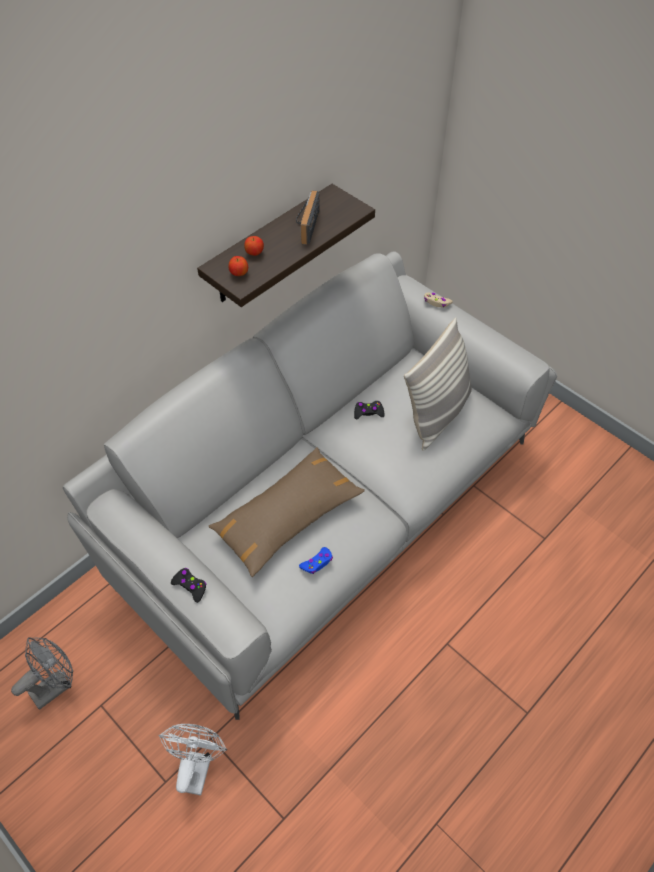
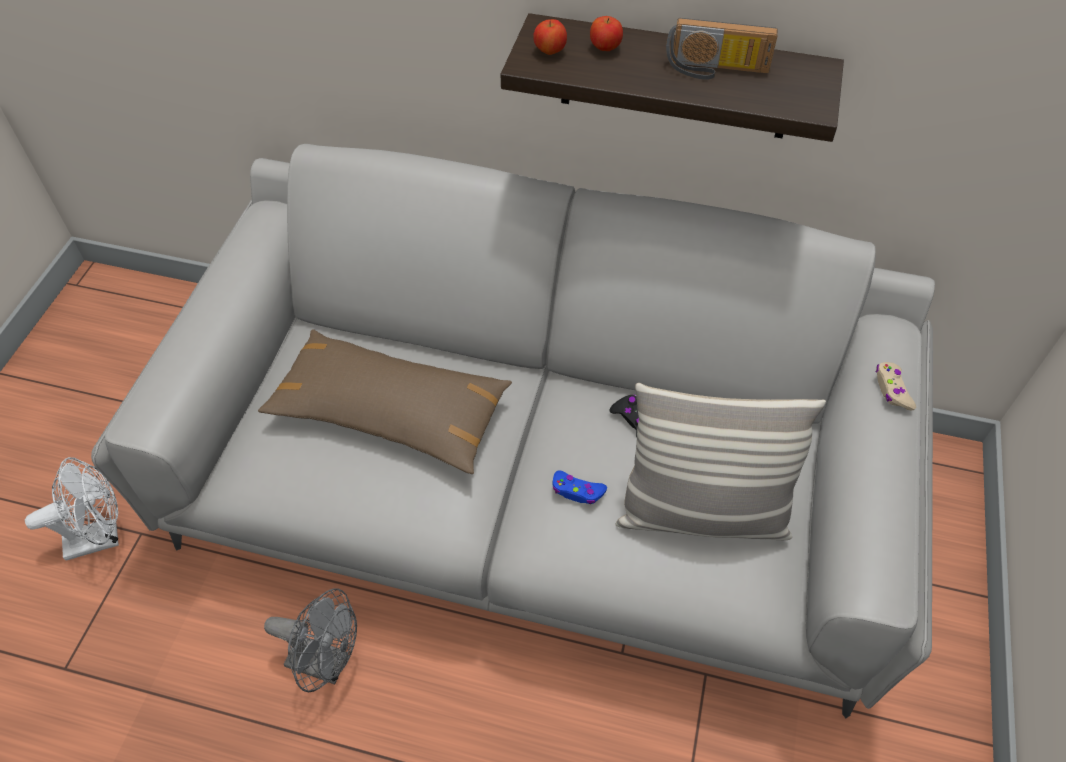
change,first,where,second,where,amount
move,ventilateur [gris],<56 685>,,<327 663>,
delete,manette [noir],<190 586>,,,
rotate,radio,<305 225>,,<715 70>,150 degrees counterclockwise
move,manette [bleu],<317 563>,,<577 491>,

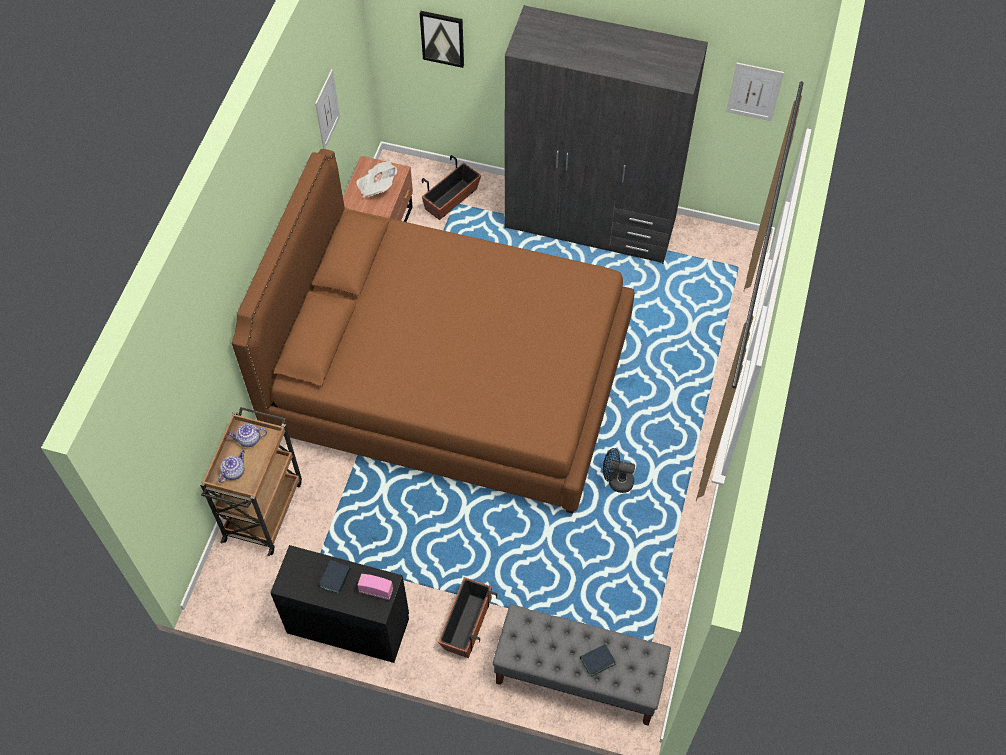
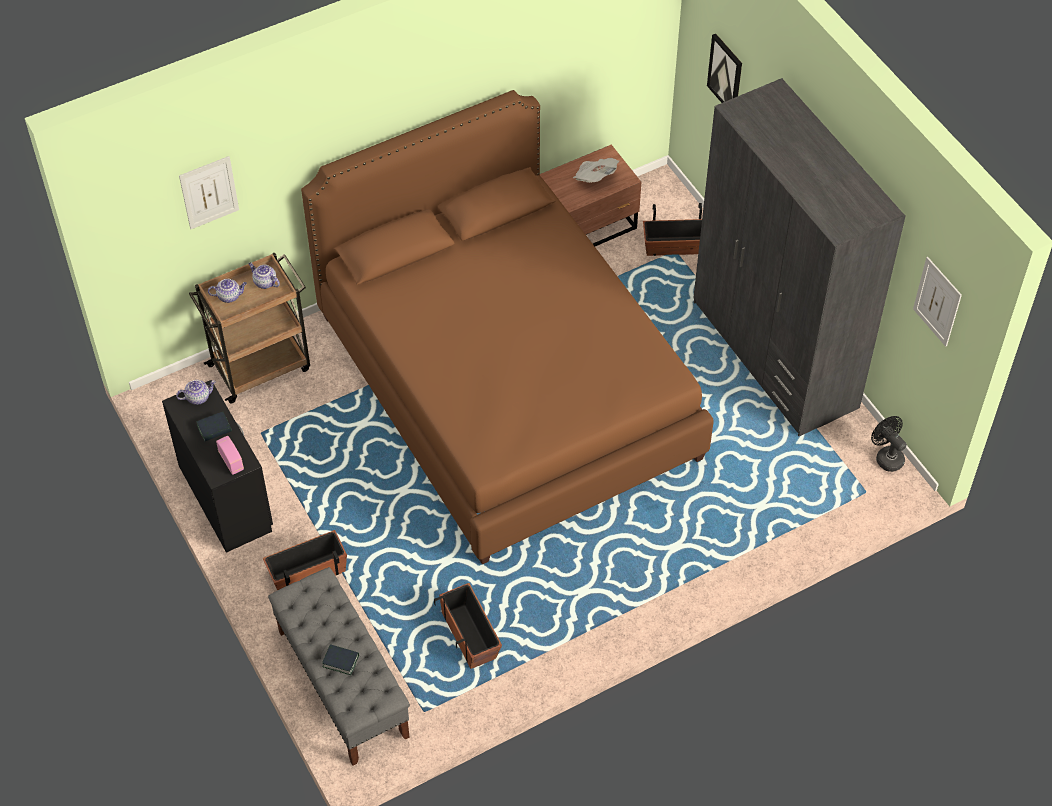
change,first,where,second,where,amount
move,tableau,<327 110>,,<209 192>,
move,ventilateur [noir],<616 481>,,<886 457>,
insert,,,théière,<198 397>,
insert,,,cache-pot,<469 635>,

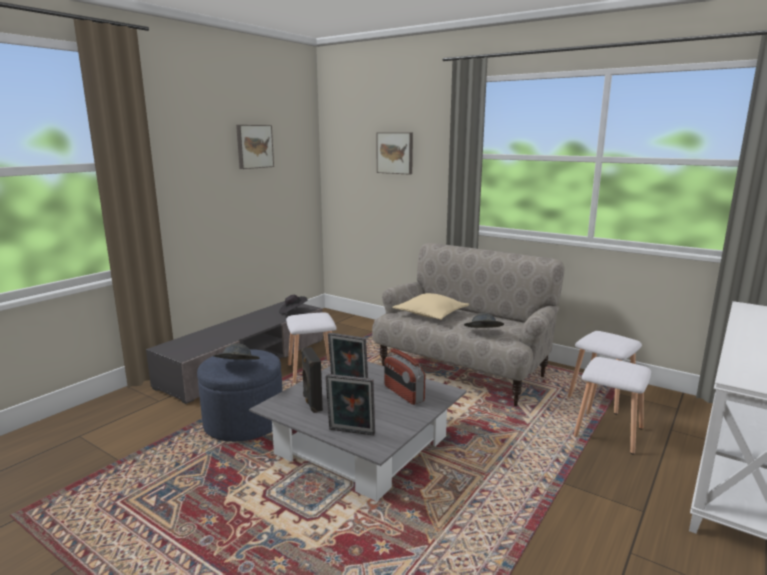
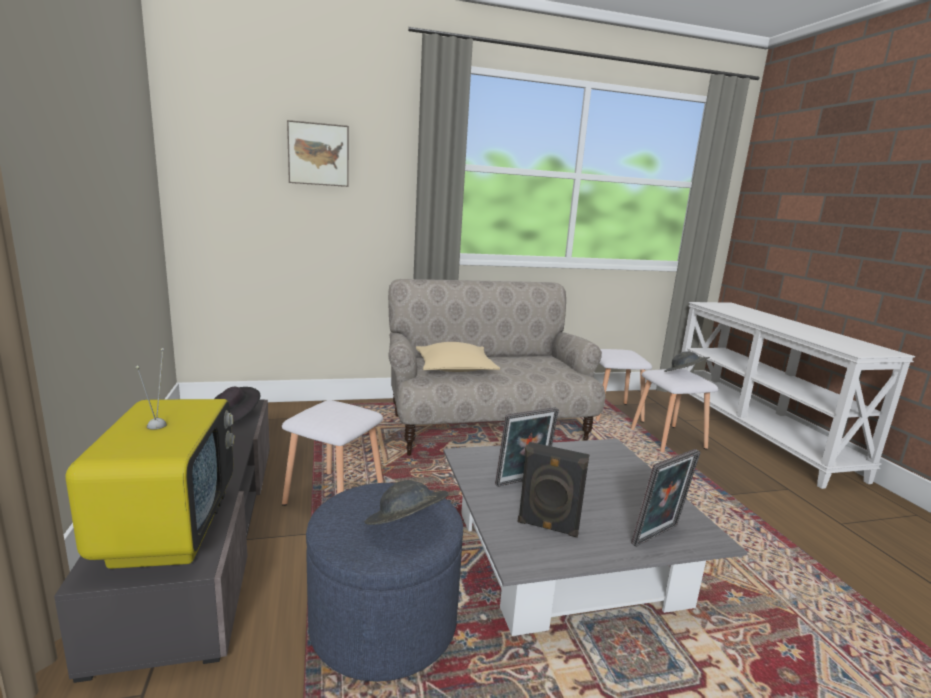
change,first,where,second,where,amount
delete,tableau,<254 146>,,,
delete,radio,<403 394>,,,
move,chapeau [gris],<483 333>,,<684 375>,
insert,,,téléviseur,<169 529>,

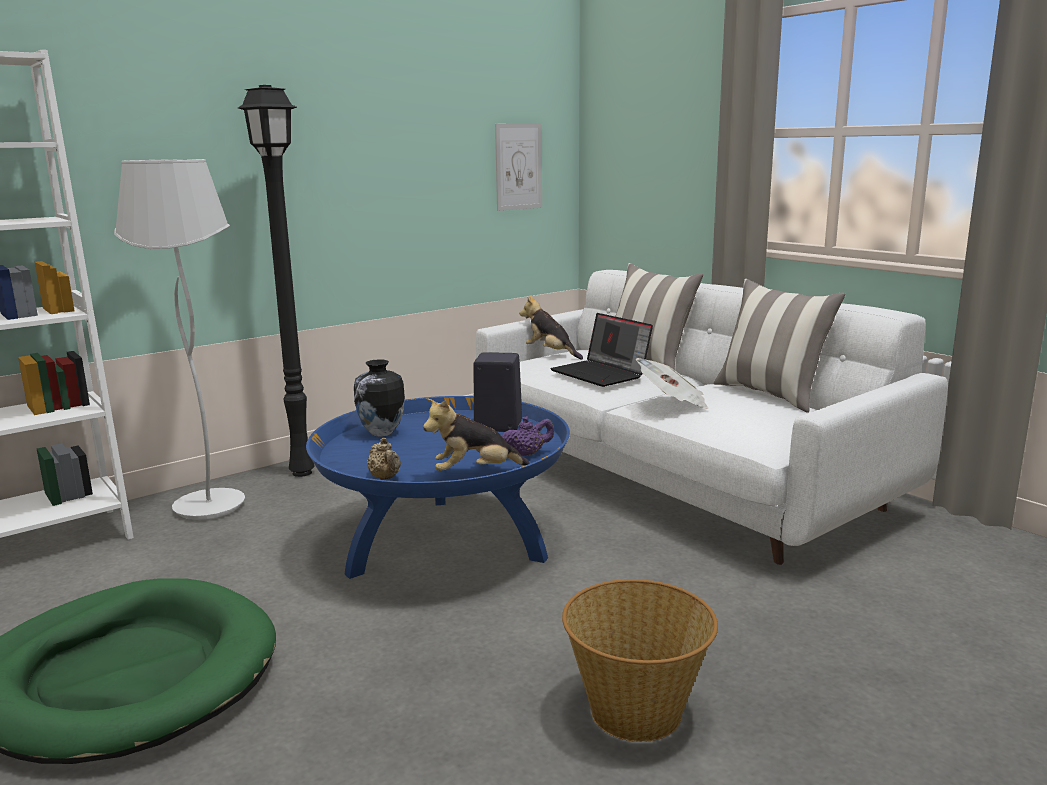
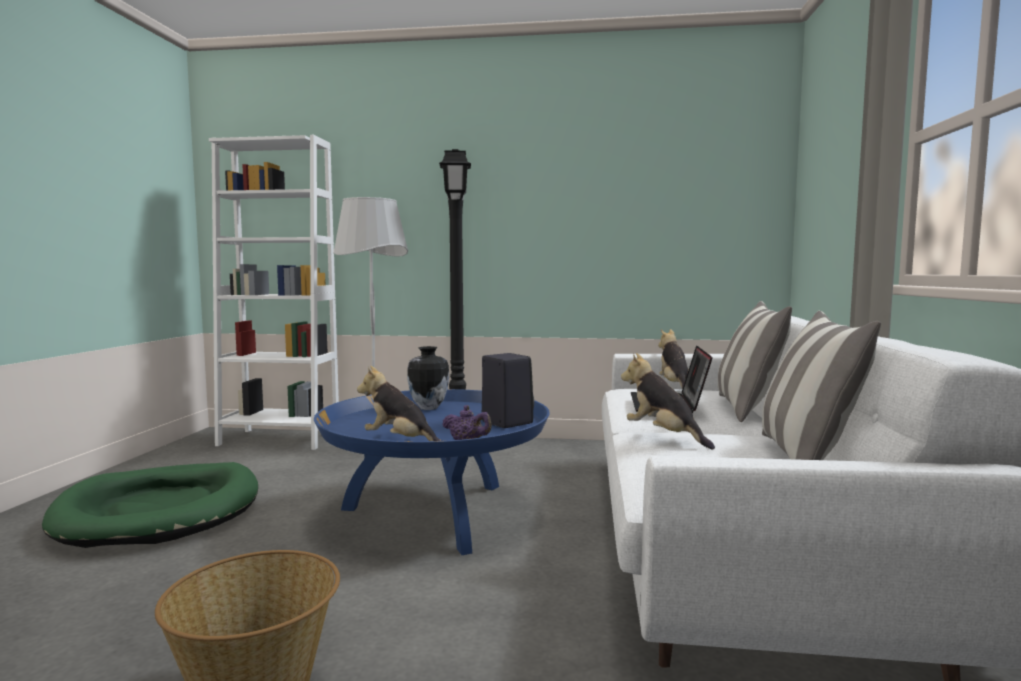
change,first,where,second,where,amount
delete,théière [beige],<385 478>,,,
delete,tableau,<518 166>,,,
replace,journal,<673 402>,peluche,<664 436>,

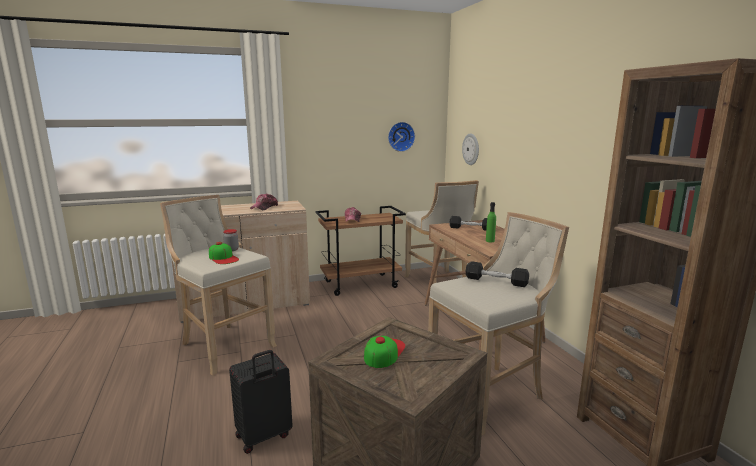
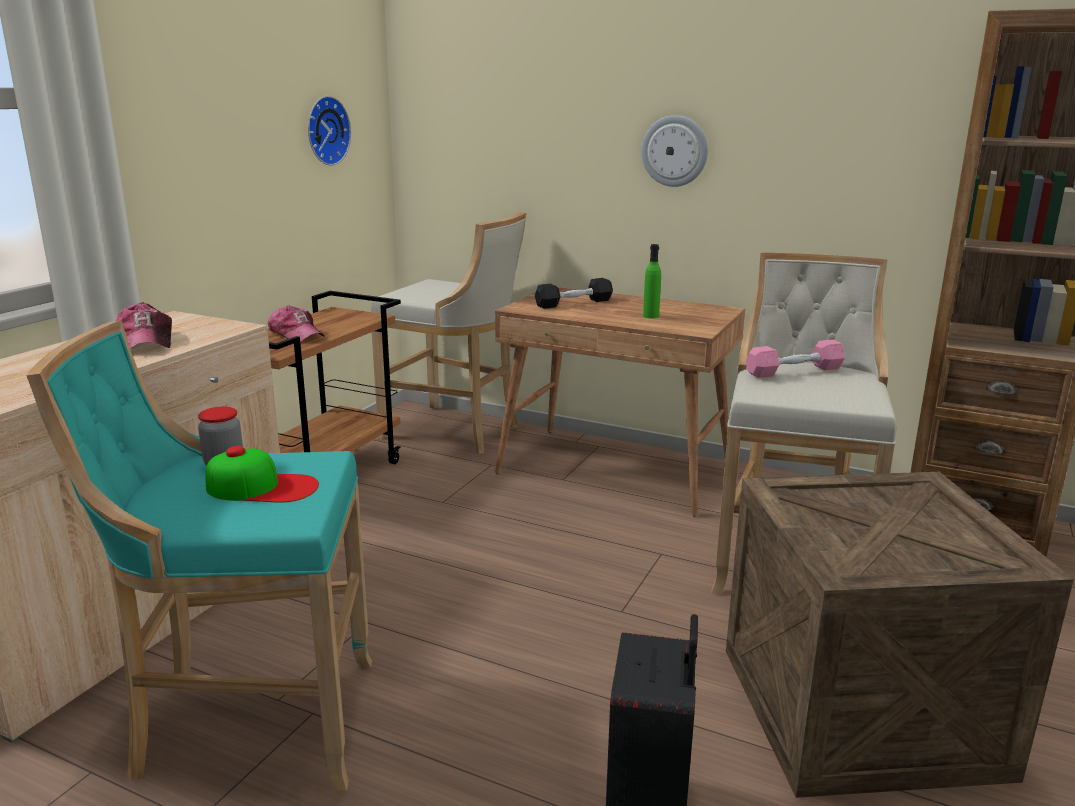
change,first,where,second,where,amount
recolor,tabouret [beige],<224 345>,tabouret [turquoise],<250 723>,
delete,casquette,<384 352>,,,
move,horloge murale,<471 149>,,<675 151>,
recolor,haltère [noir],<496 281>,haltère [rose],<794 371>,

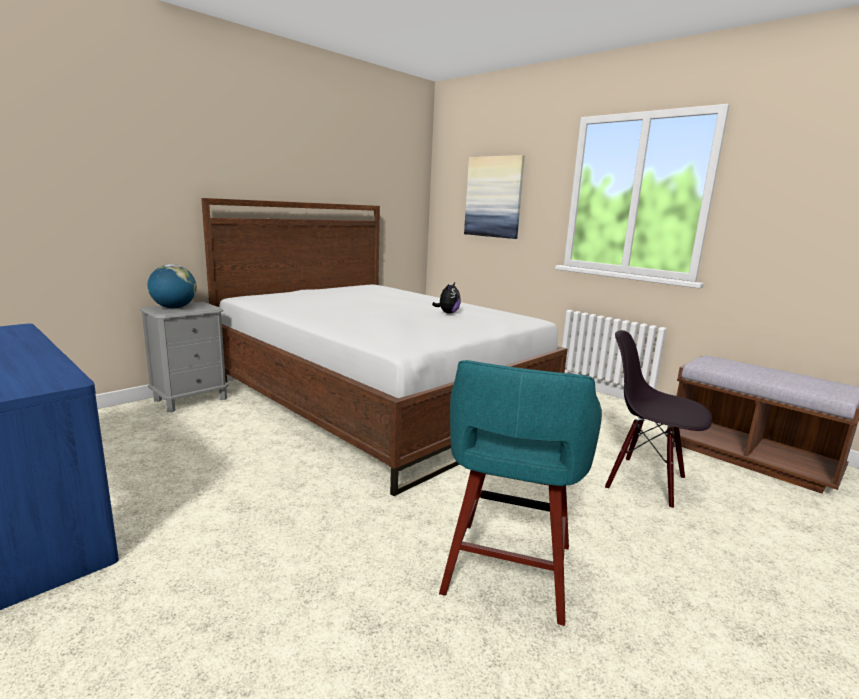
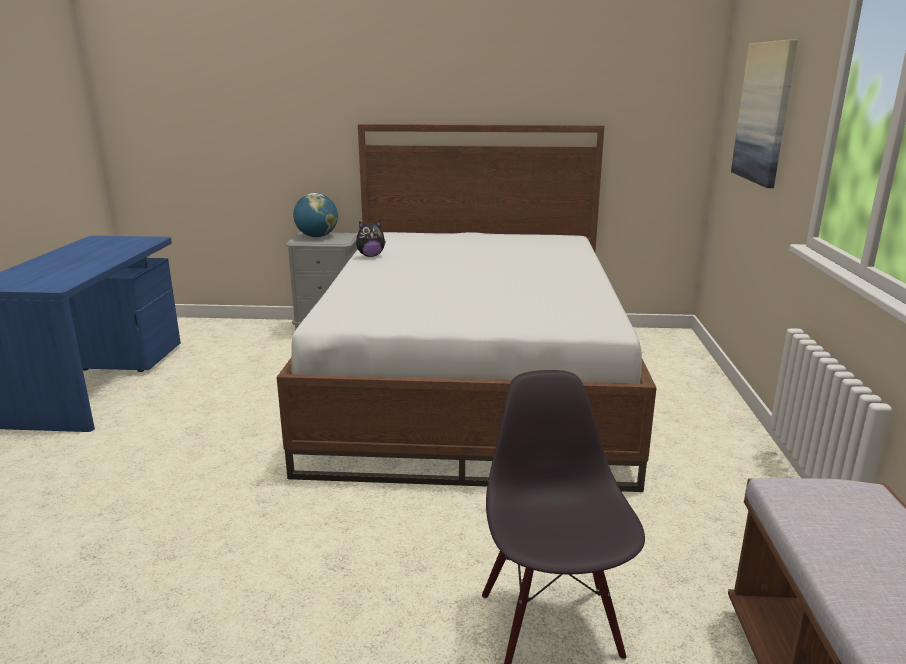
change,first,where,second,where,amount
move,peluche,<447 313>,,<370 256>,
delete,tabouret [turquoise],<507 572>,,,

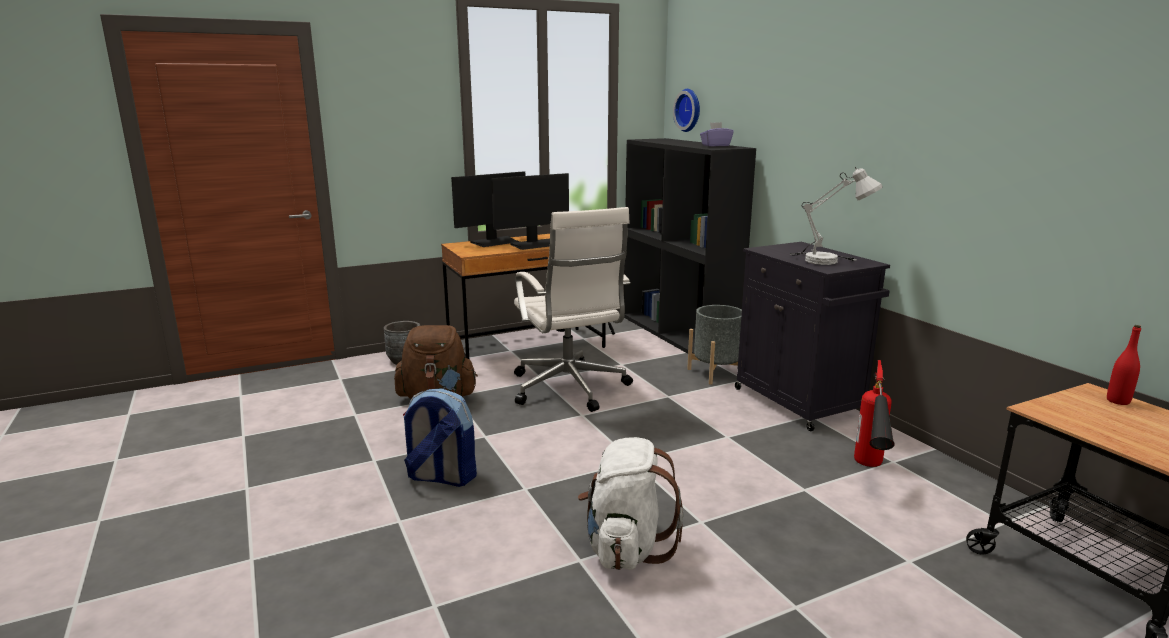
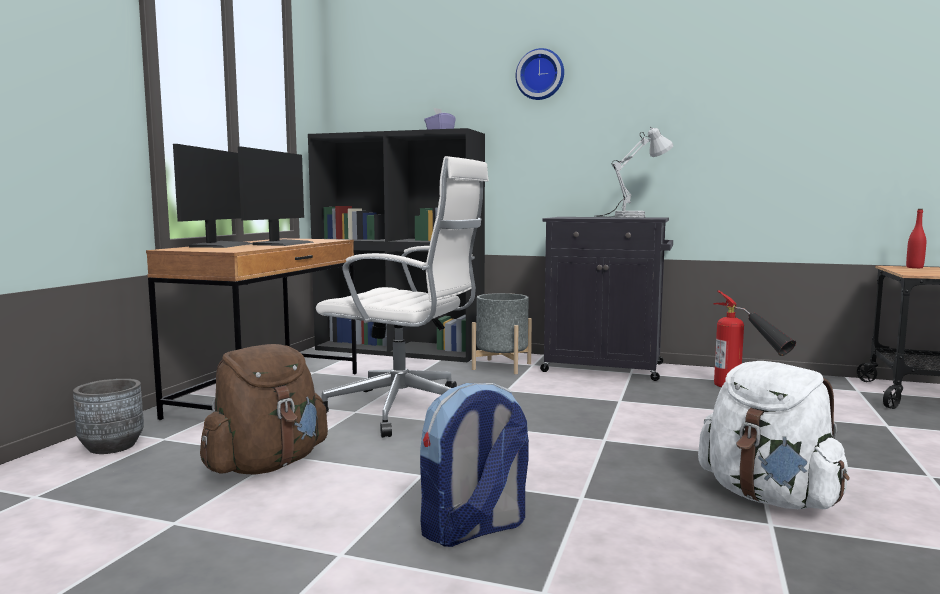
change,first,where,second,where,amount
move,horloge murale,<689 110>,,<540 75>,

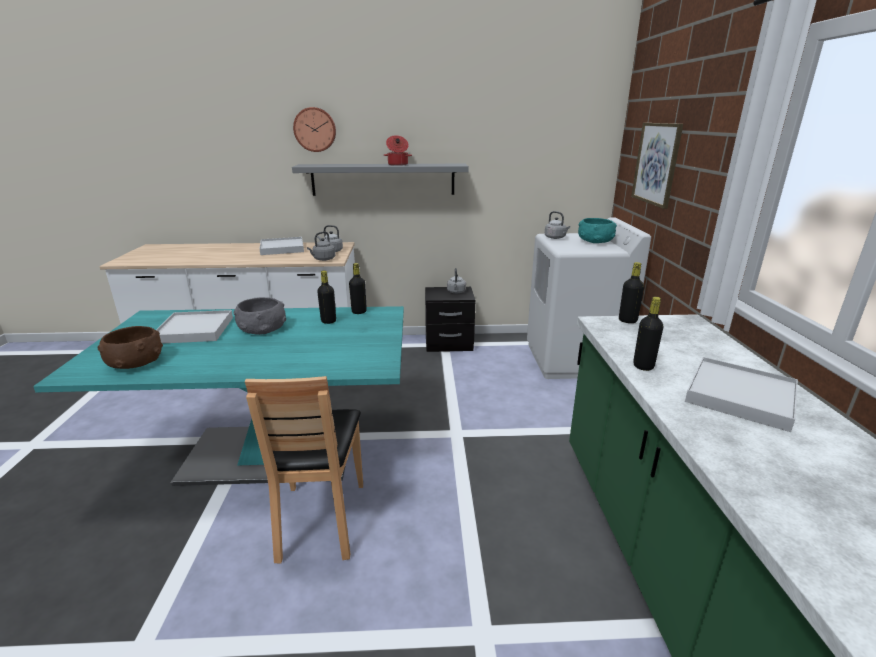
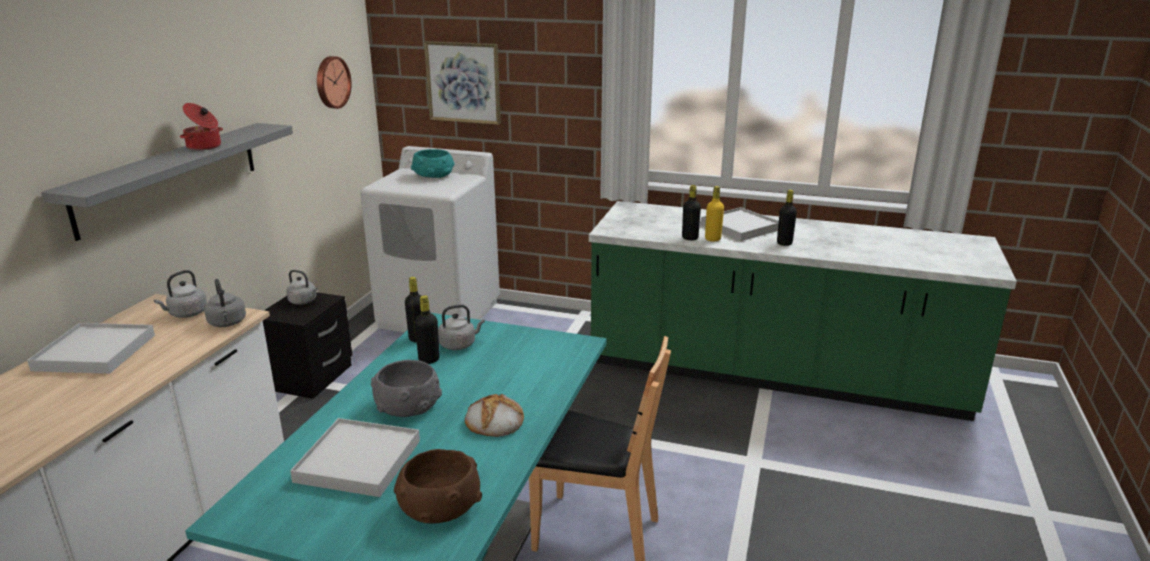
change,first,where,second,where,amount
move,horloge murale,<315 129>,,<331 82>,
move,bouilloire [gris],<556 238>,,<459 344>,
move,bouteille [noir],<627 320>,,<784 243>,
insert,,,pain,<494 421>,
insert,,,bouteille [jaune],<712 239>,

